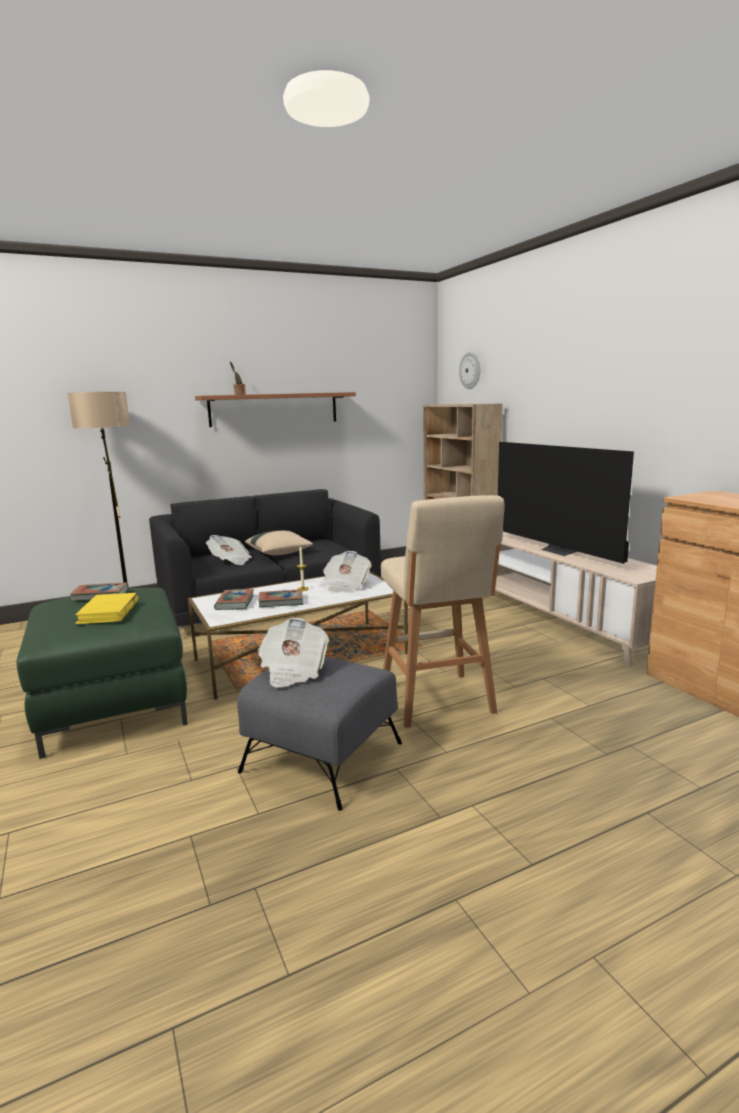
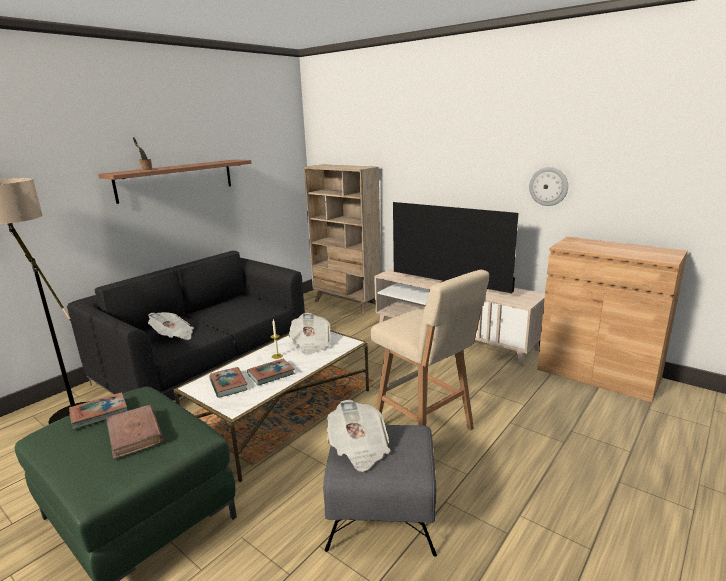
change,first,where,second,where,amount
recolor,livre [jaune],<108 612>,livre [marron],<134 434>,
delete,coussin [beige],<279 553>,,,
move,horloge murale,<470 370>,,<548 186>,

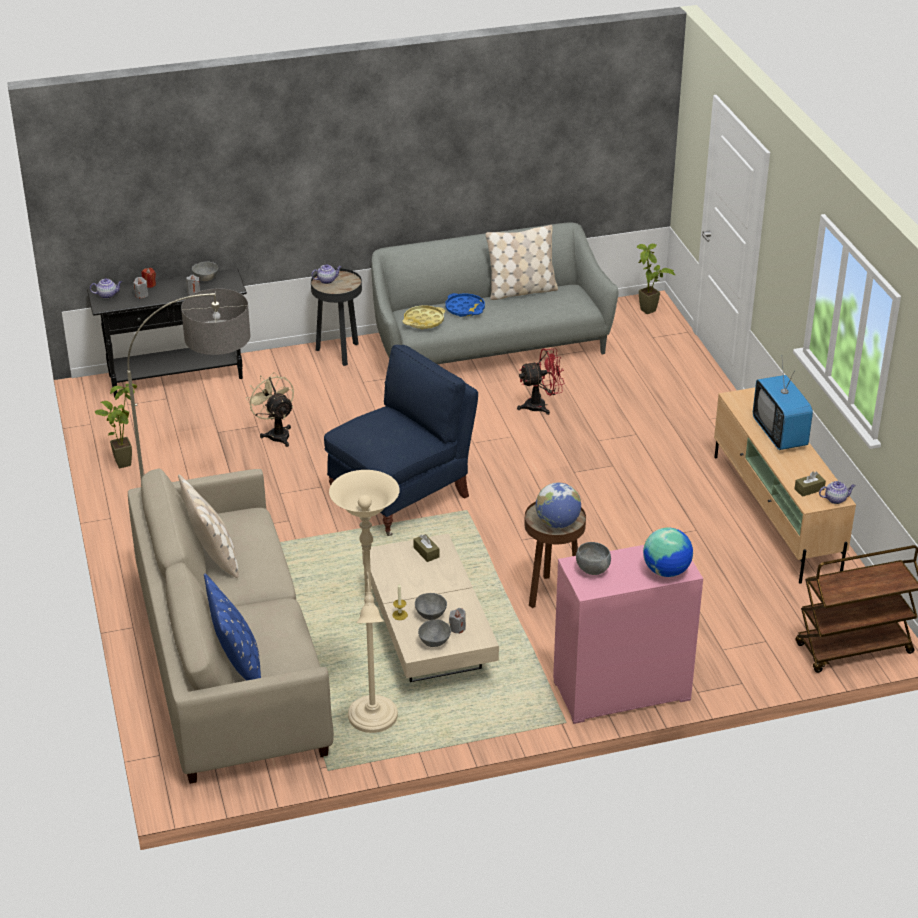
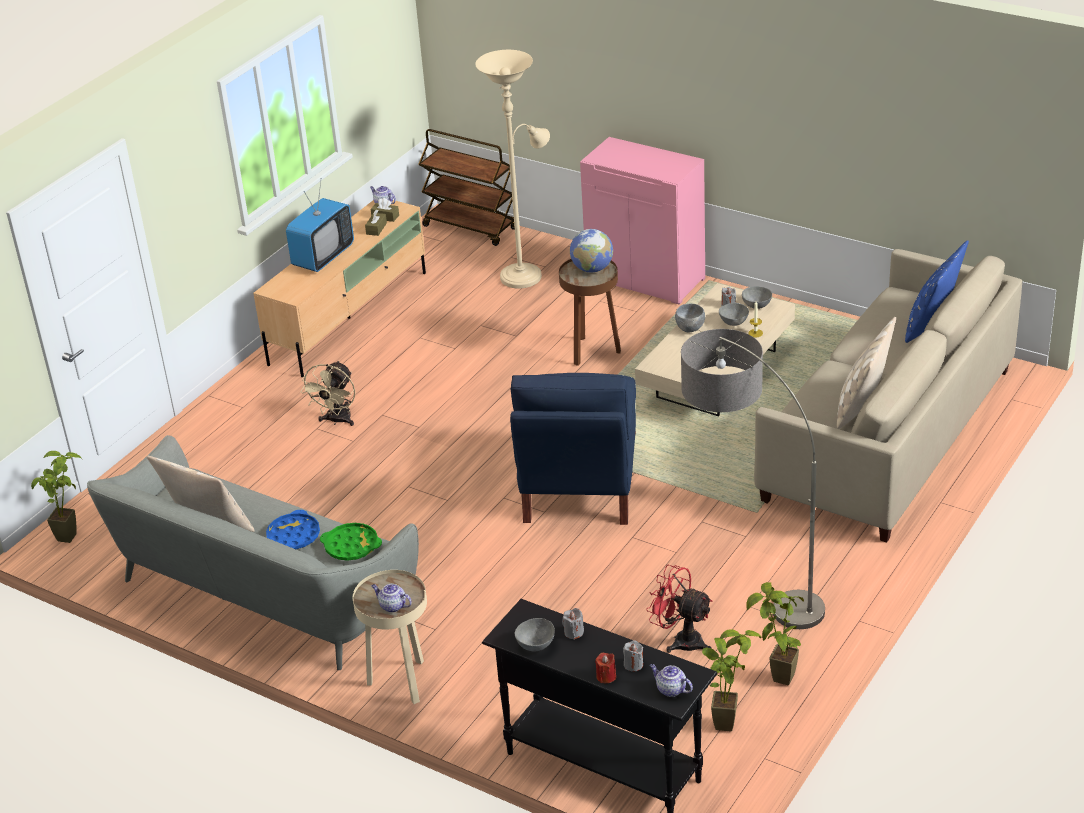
change,first,where,second,where,amount
move,ventilateur [beige],<276 433>,,<337 421>,
recolor,table d'appoint [noir],<339 353>,table d'appoint [beige],<401 683>,
rotate,fauteuil [bleu],<402 496>,,<579 487>,90 degrees counterclockwise
move,lampadaire [beige],<373 721>,,<524 274>,
recolor,plateau [jaune],<424 321>,plateau [vert],<351 546>,
move,boîte à mouchoirs [marron],<426 552>,,<376 228>,
move,ventilateur [rouge],<541 406>,,<681 640>,
move,bol [gris],<592 570>,,<690 328>,
delete,globe,<667 571>,,,
insert,,,plante en pot,<728 719>,

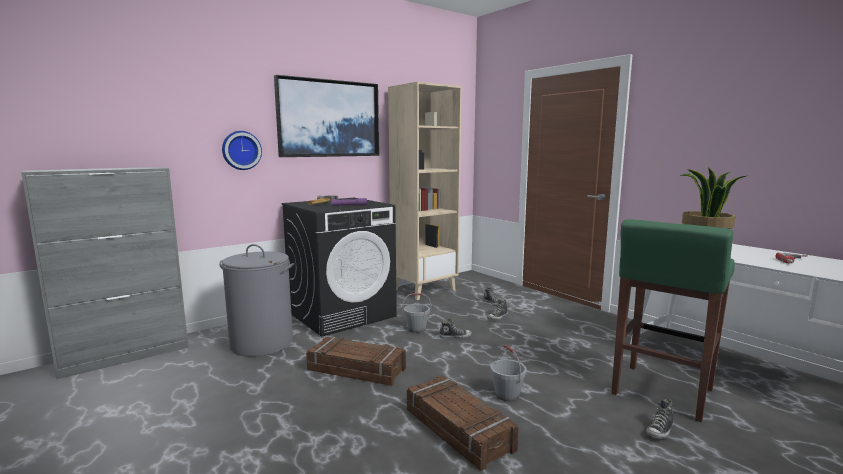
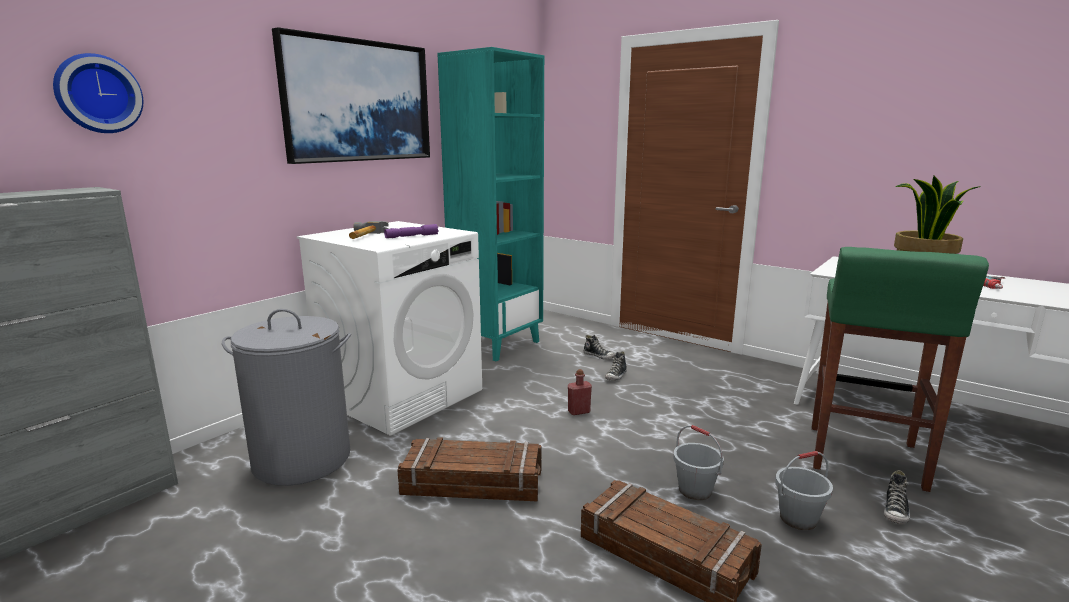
change,first,where,second,where,amount
move,horloge murale,<241 150>,,<97 94>,
recolor,lave-linge [noir],<342 314>,lave-linge [blanc],<402 395>,
recolor,bibliothèque [beige],<424 290>,bibliothèque [turquoise],<497 344>,
move,seau [gris],<417 329>,,<798 518>,
replace,chaussure,<455 336>,bouteille [rouge],<579 411>,

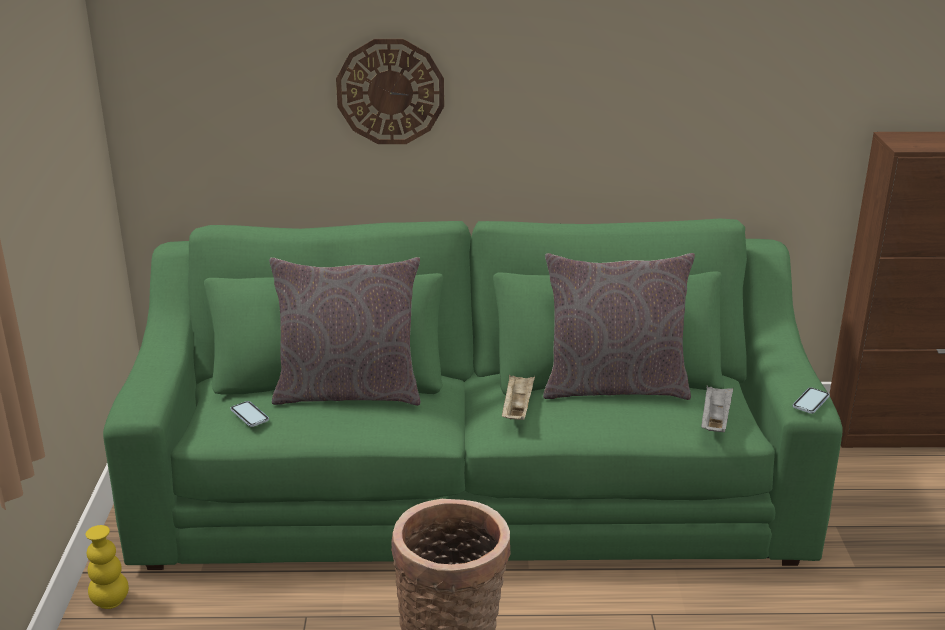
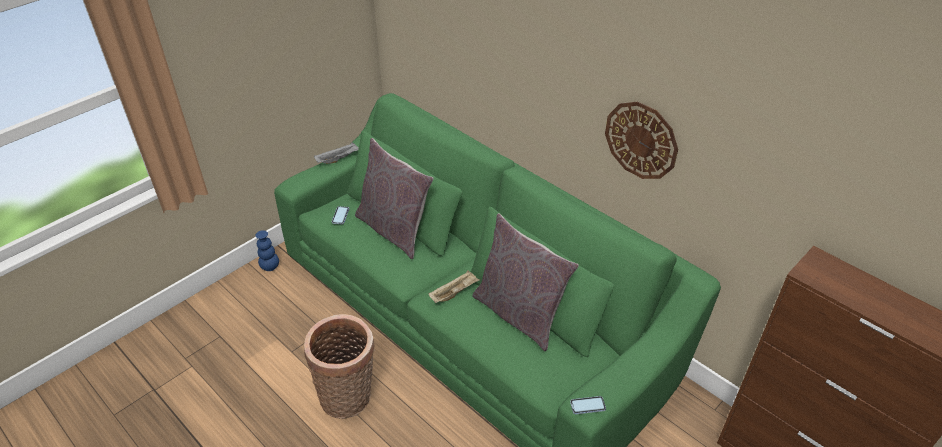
change,first,where,second,where,amount
recolor,vase [jaune],<110 601>,vase [bleu],<270 267>,
move,horloge murale,<390 91>,,<641 140>,
move,plateau [gris],<715 420>,,<338 159>,

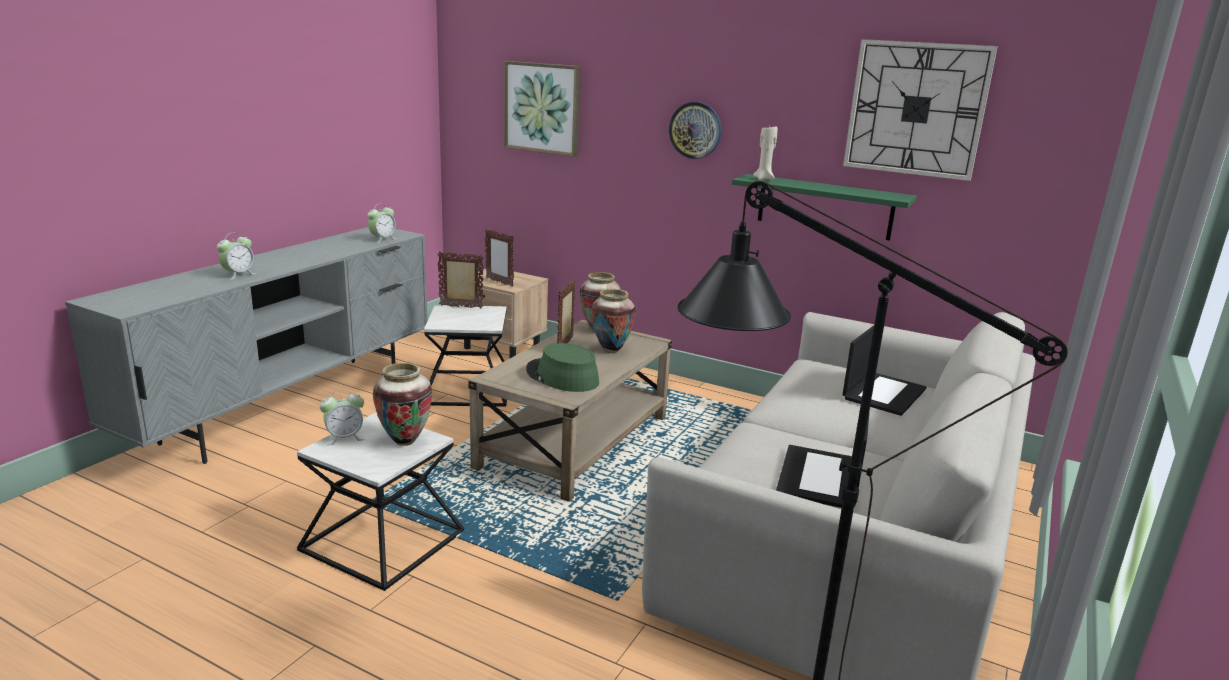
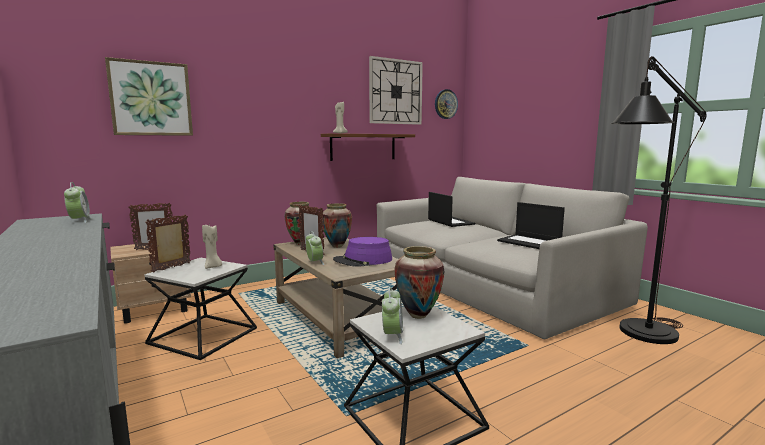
change,first,where,second,where,amount
move,réveil,<238 275>,,<314 262>,
recolor,chapeau [vert],<562 377>,chapeau [violet],<363 260>,
move,horloge murale,<695 130>,,<445 104>,
recolor,étagère [vert],<824 207>,étagère [marron],<363 147>,
insert,,,bougie [beige],<213 267>,

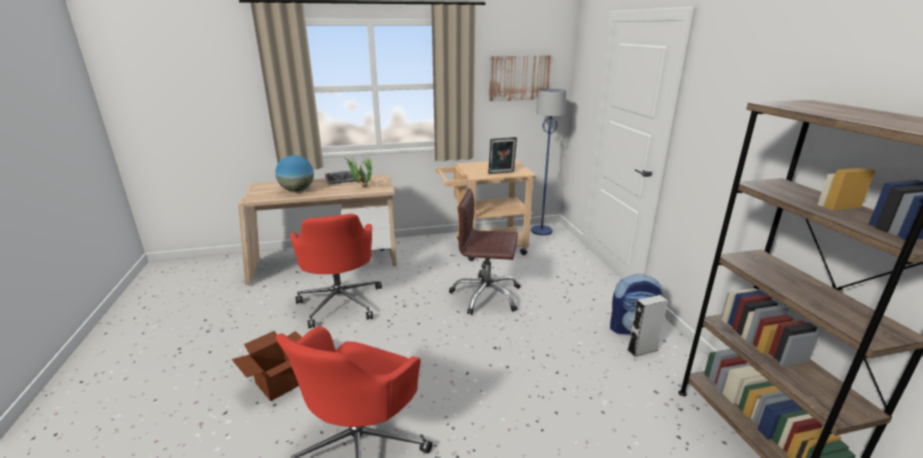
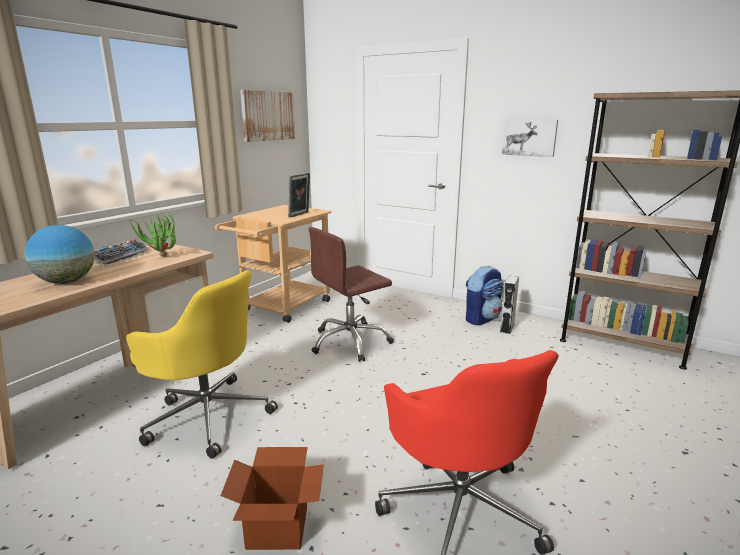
change,first,where,second,where,amount
recolor,chaise de bureau [rouge],<340 302>,chaise de bureau [jaune],<208 415>,
delete,lampadaire [bleu],<541 231>,,,
insert,,,tableau,<529 137>,

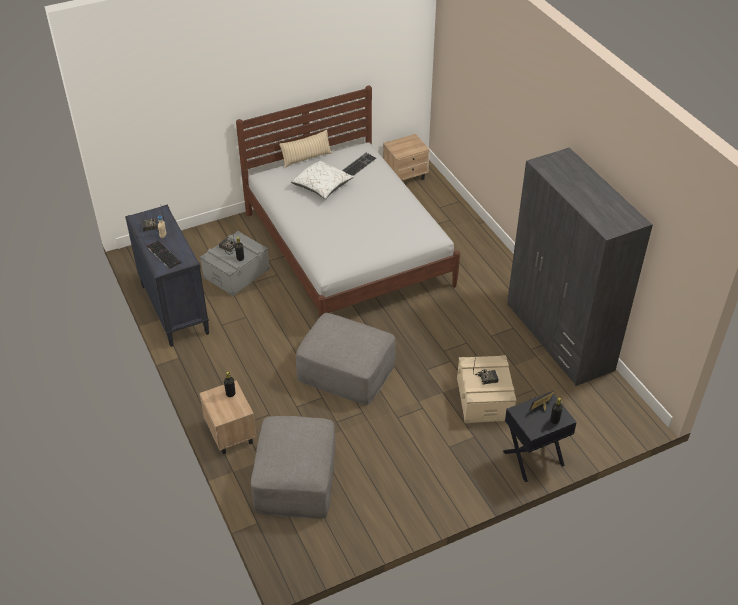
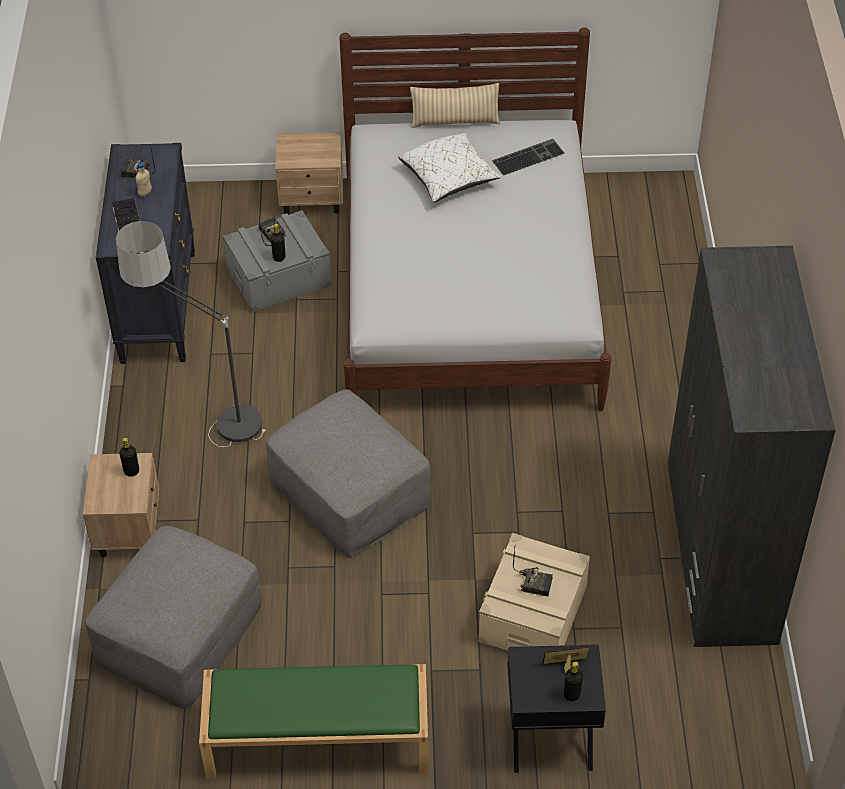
change,first,where,second,where,amount
move,table de chevet [beige],<405 176>,,<313 199>,
insert,,,lampadaire,<204 418>,
insert,,,banc [vert],<316 740>,

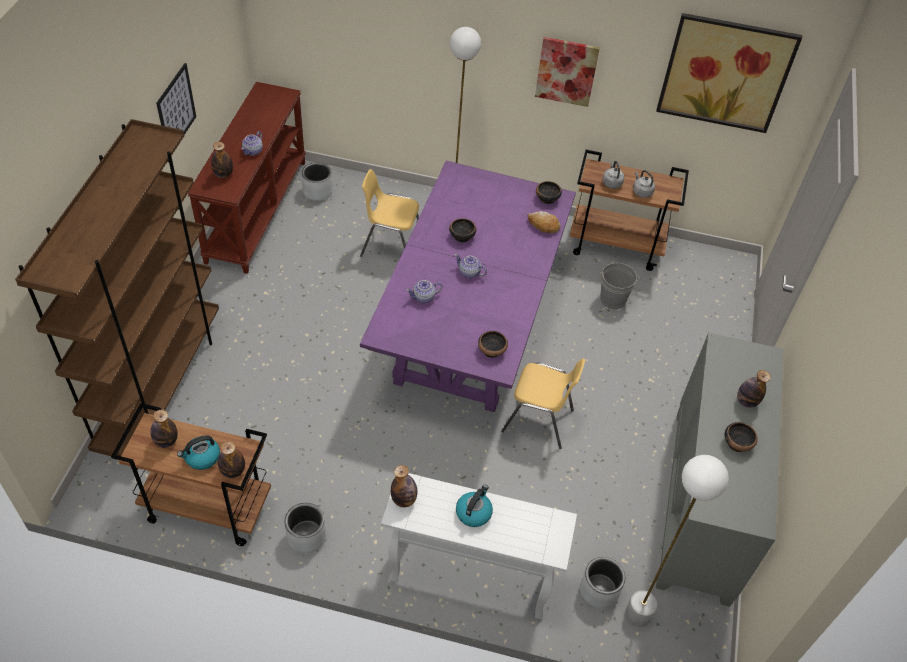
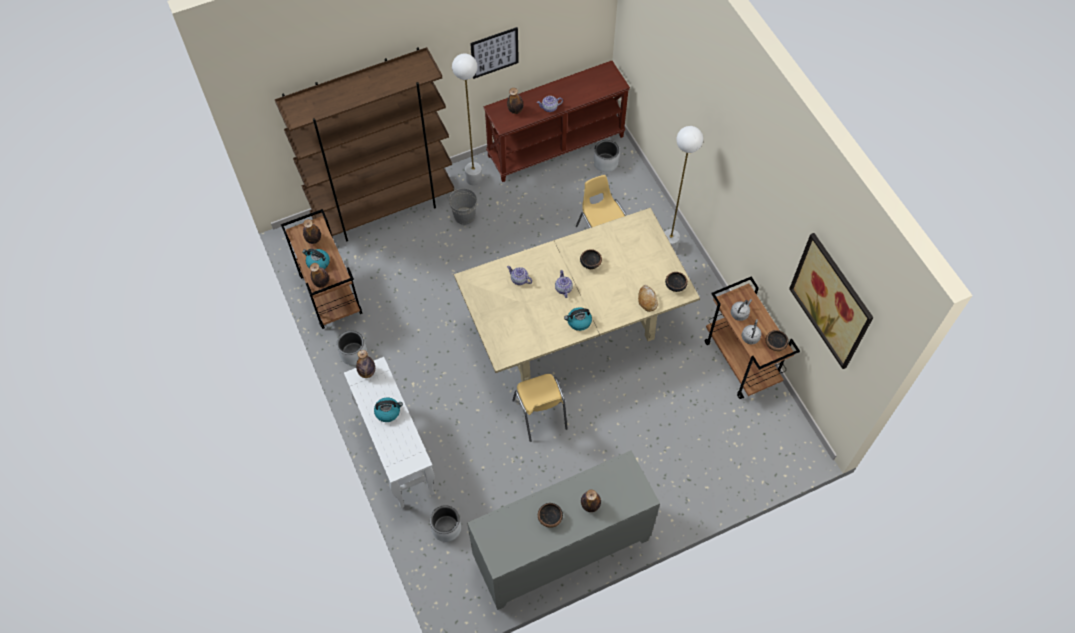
change,first,where,second,where,amount
recolor,table à manger [violet],<468 332>,table à manger [beige],<572 329>,
move,bol,<492 350>,,<775 344>,
delete,tableau,<566 71>,,,
move,seau [gris],<612 299>,,<464 216>,
move,lampadaire [blanc],<638 614>,,<473 179>,
insert,,,bouilloire,<578 322>,

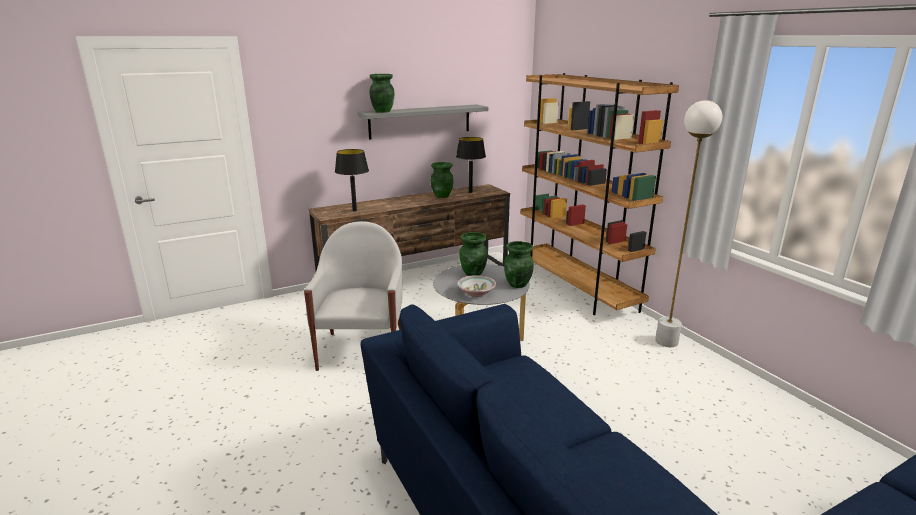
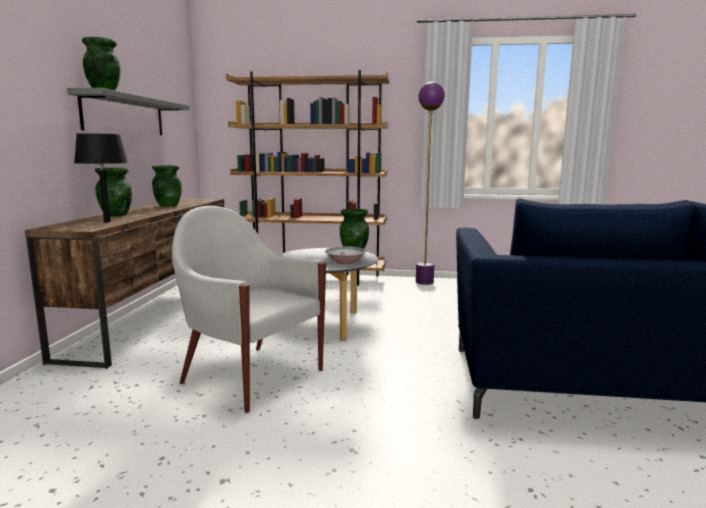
change,first,where,second,where,amount
delete,lampe de table [noir],<470 192>,,,
move,vase [vert],<473 273>,,<116 215>,
recolor,lampadaire [blanc],<666 342>,lampadaire [violet],<424 282>,

